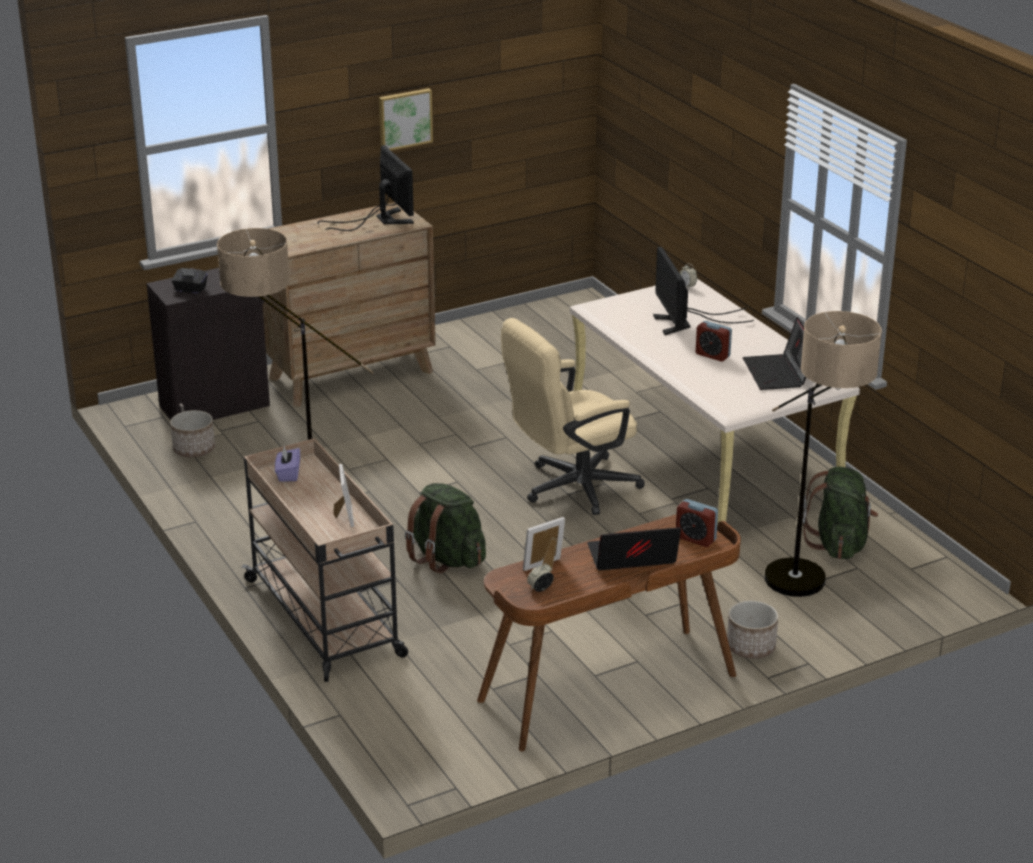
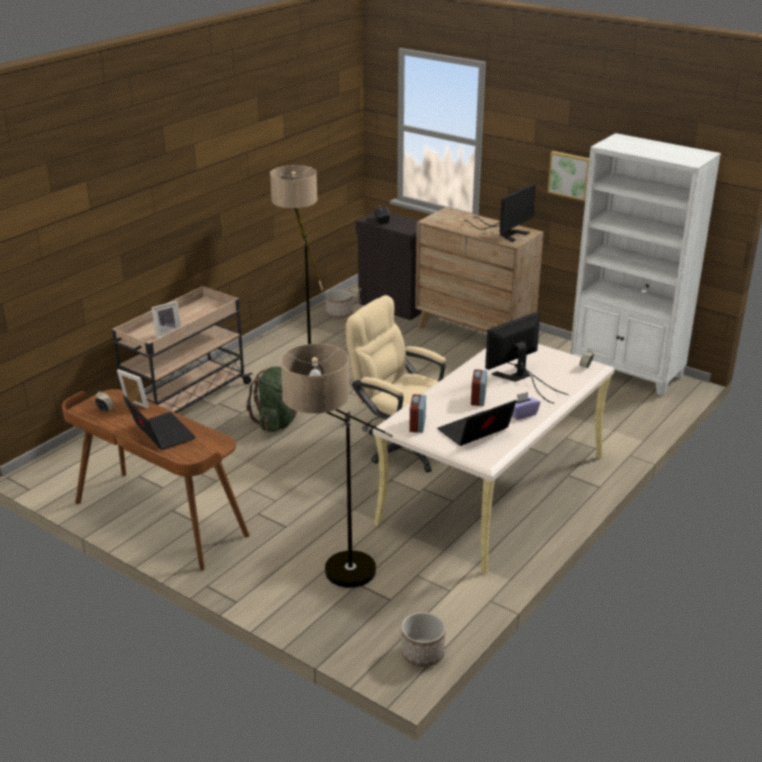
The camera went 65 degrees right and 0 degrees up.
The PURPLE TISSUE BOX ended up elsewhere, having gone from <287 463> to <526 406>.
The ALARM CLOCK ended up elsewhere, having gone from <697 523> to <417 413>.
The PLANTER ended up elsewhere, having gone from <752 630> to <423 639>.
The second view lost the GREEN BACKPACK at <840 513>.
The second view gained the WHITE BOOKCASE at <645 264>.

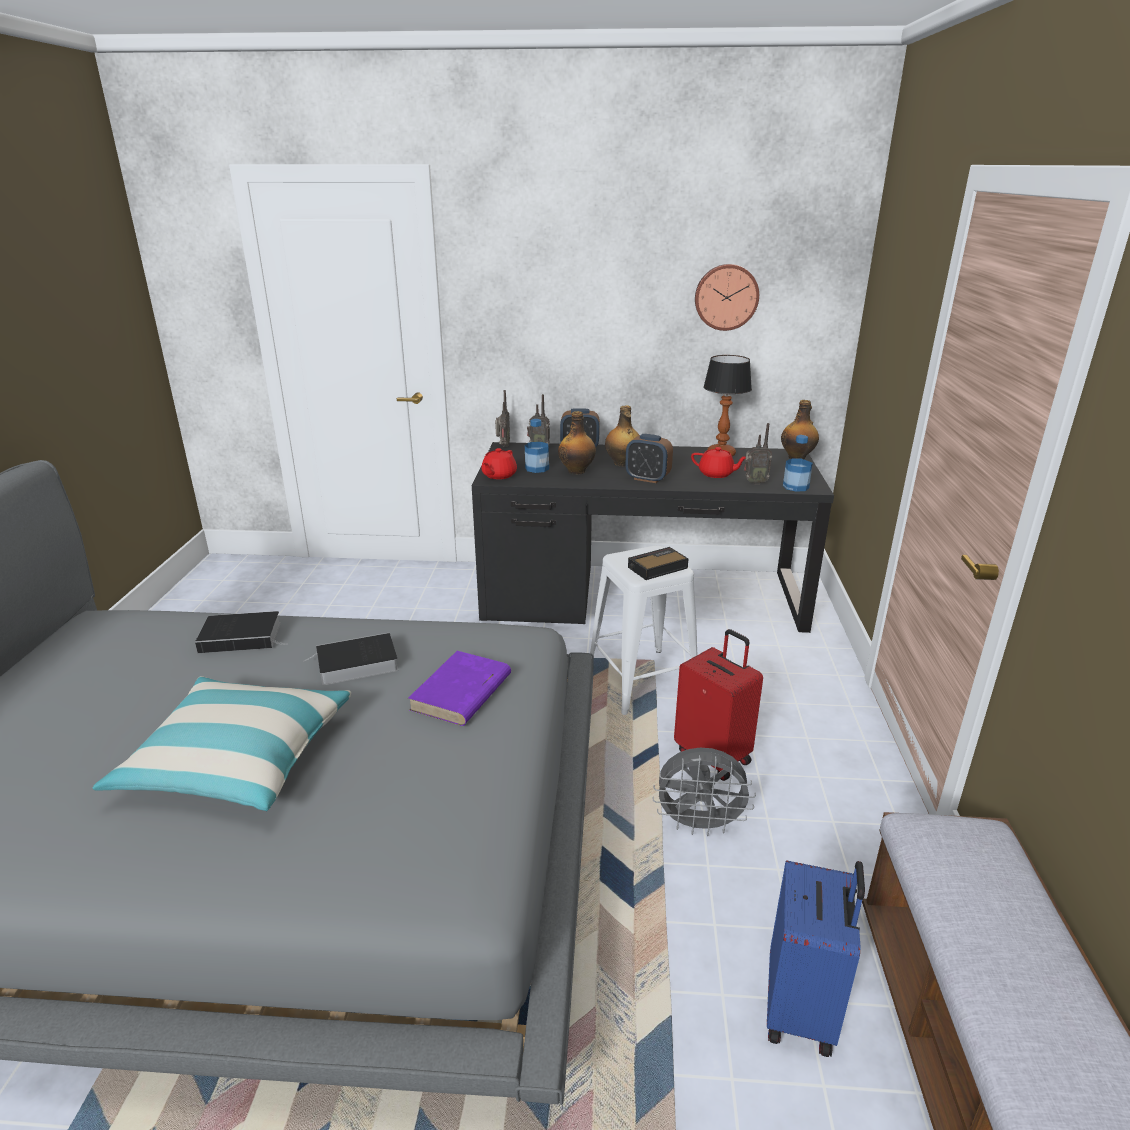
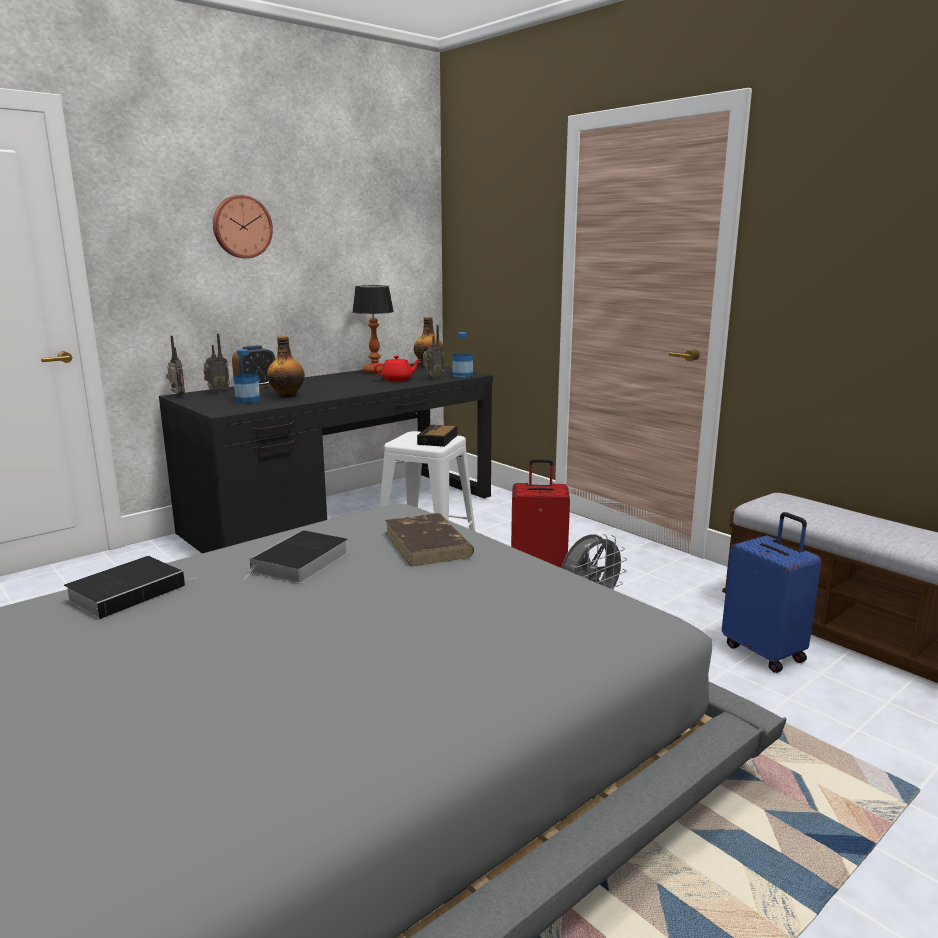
The camera went 45 degrees left and 10 degrees down.
The second view lost the PILLOW at <221 743>.
What was the PURPLE BOOK at <459 688> turned into the BROWN BOOK at <429 540>.
The second view lost the RED TEAPOT at <499 463>.
The second view lost the BOTTLE at <622 436>.
The second view lost the ALARM CLOCK at <649 458>.
The WALL CLOCK ended up elsewhere, having gone from <727 297> to <243 226>.

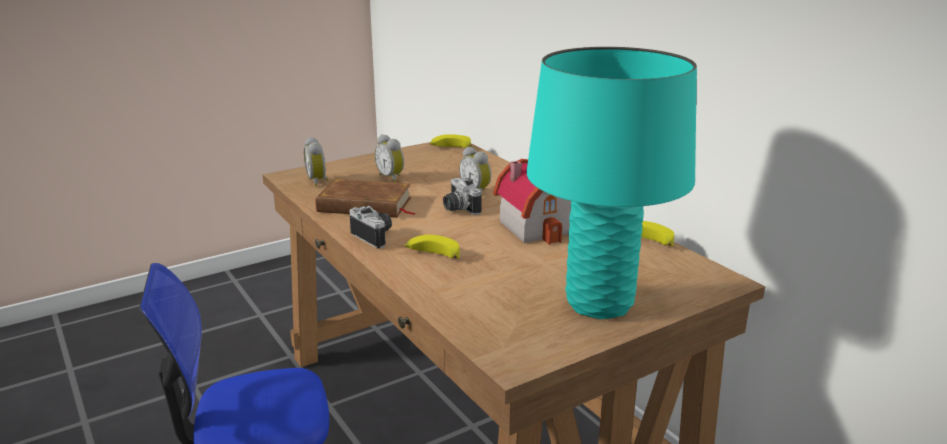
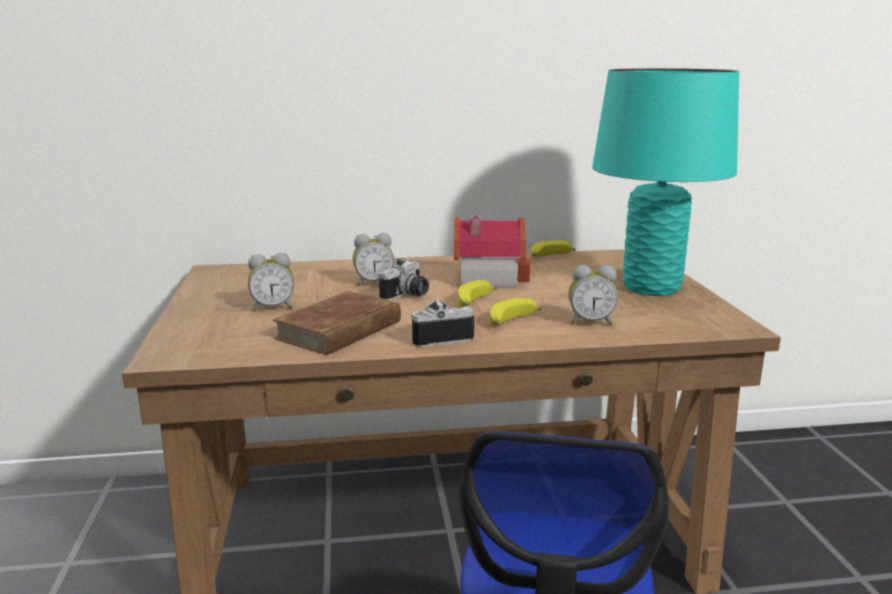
The camera went 65 degrees left and 5 degrees down.
The ALARM CLOCK ended up elsewhere, having gone from <316 162> to <593 295>.
The BANANA ended up elsewhere, having gone from <451 141> to <477 293>.
The PHOTO CAMERA at <462 196> ended up facing another way, 45 degrees counterclockwise from before.

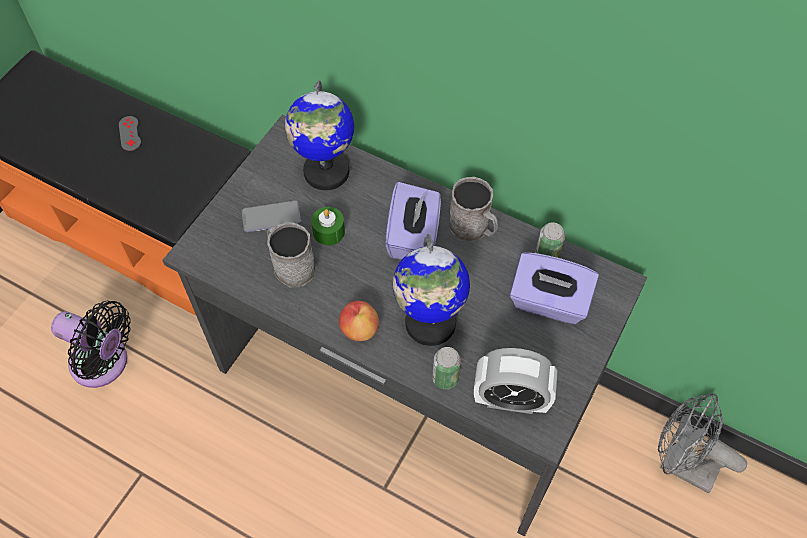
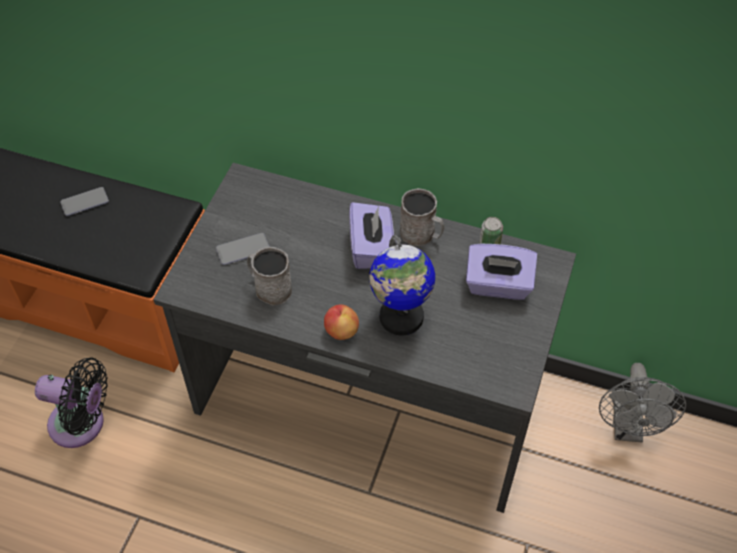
The camera went 10 degrees left and 5 degrees down.
Where the GREY GAME CONTROLLER stood at <130 133>, the PHONE came to stand at <84 201>.
The second view lost the GLOBE at <319 135>.
The second view lost the GREEN CANDLE at <328 226>.
The second view lost the CAN at <446 368>.
The second view lost the ALARM CLOCK at <515 381>.
The GREY FAN at <702 443> ended up facing another way, 105 degrees counterclockwise from before.

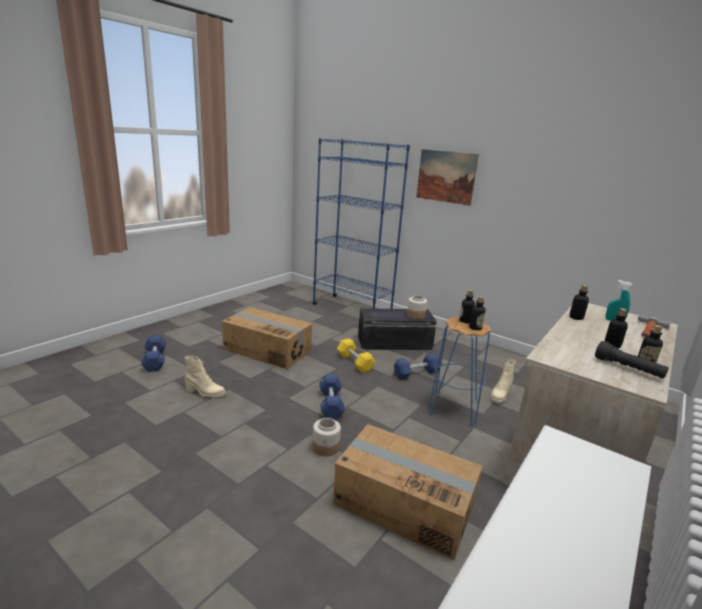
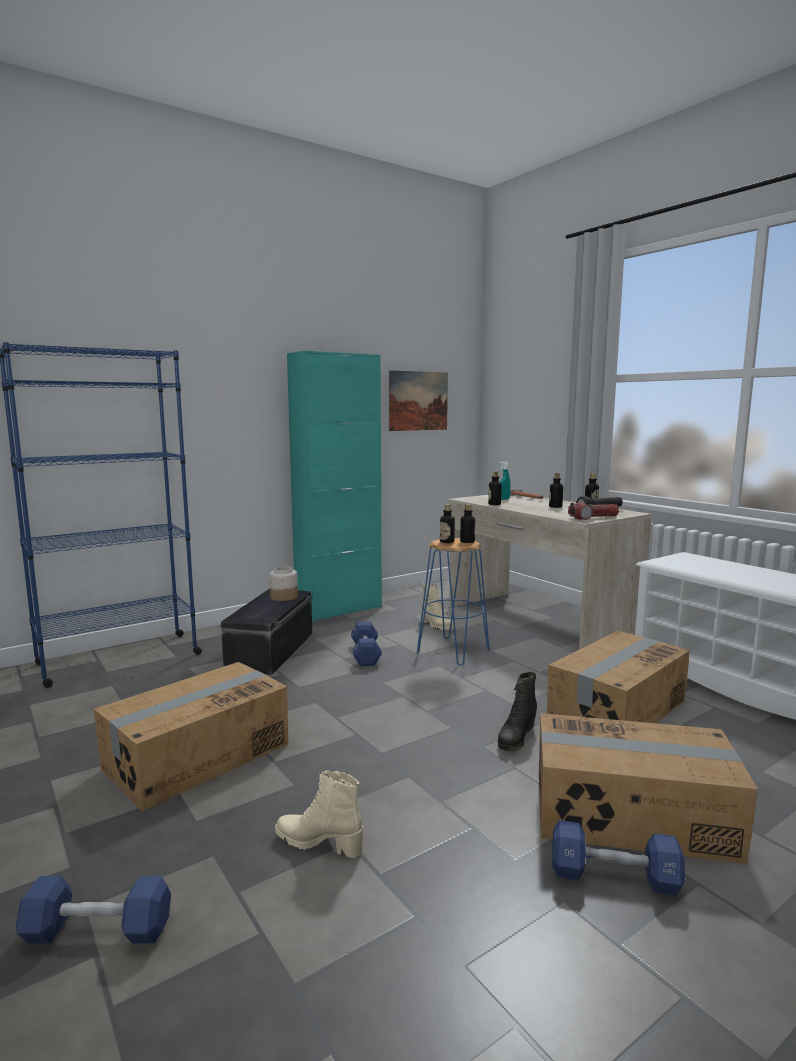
The camera went 70 degrees left and 10 degrees down.
The BEIGE BOOT at <205 376> ended up facing another way, 105 degrees counterclockwise from before.
Where the JAR stood at <326 437>, the BLACK BOOT came to stand at <517 711>.
The BLUE DUMBBELL ended up elsewhere, having gone from <332 397> to <618 858>.
The second view lost the YELLOW DUMBBELL at <356 355>.
The PICTURE ended up elsewhere, having gone from <447 177> to <418 400>.
The second view gained the TURQUOISE CABINET at <334 486>.
The second view gained the CARDBOARD BOX at <648 788>.
The second view gained the FLASHLIGHT at <593 511>.

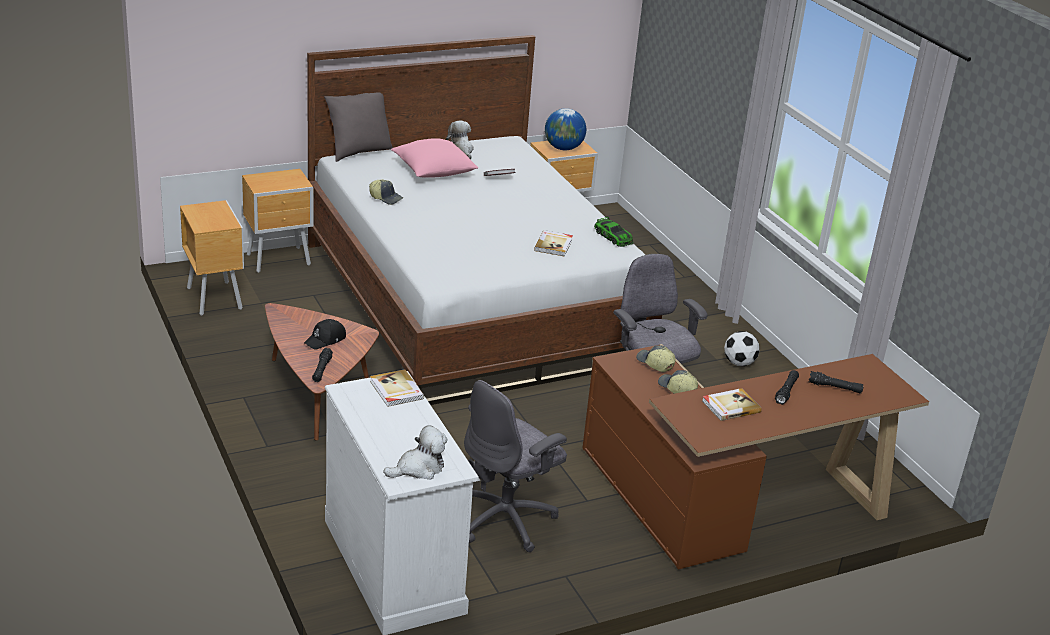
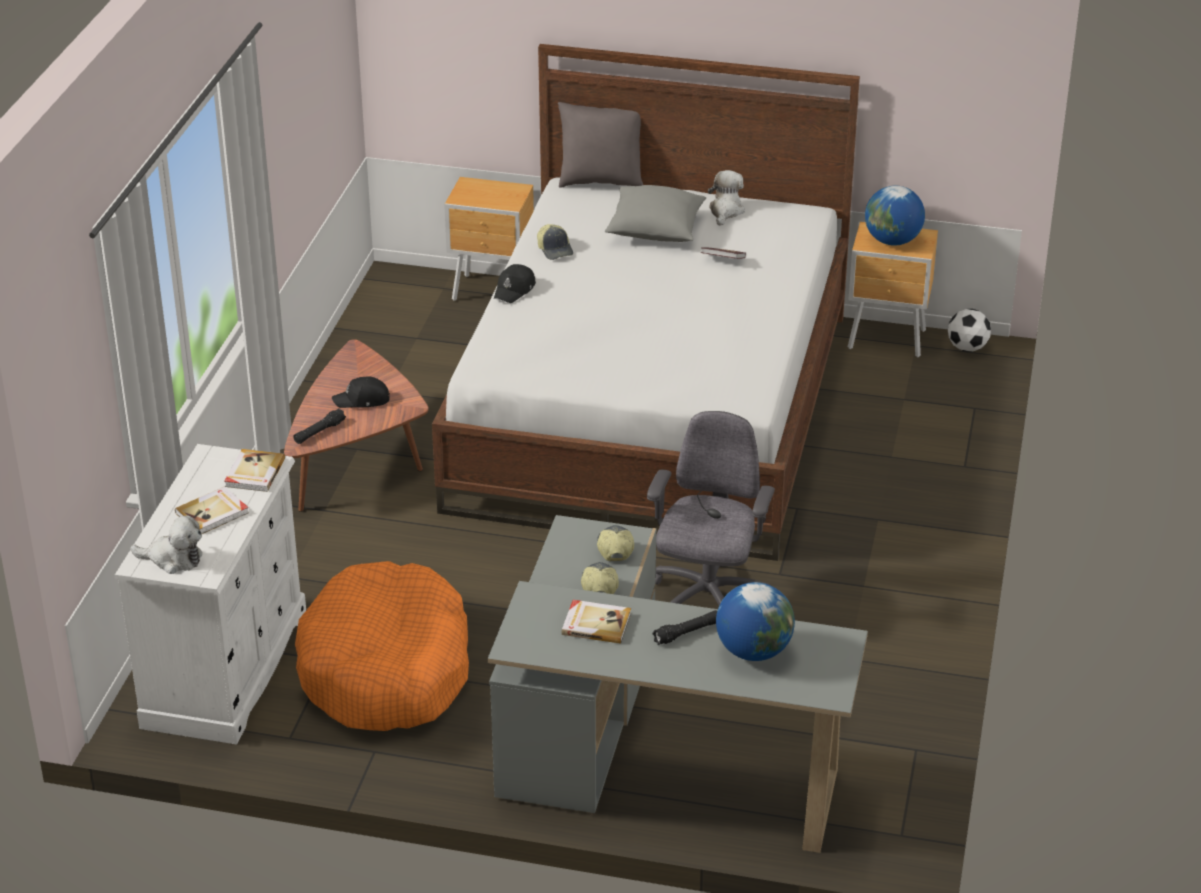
The camera went 40 degrees right and 5 degrees up.
The second view lost the BROWN NIGHTSTAND at <212 258>.
What was the PINK PILLOW at <434 158> turned into the GREY PILLOW at <655 213>.
Where the GREY OFFICE CHAIR stood at <515 466>, the ORANGE DOG BED came to stand at <382 646>.
The BOOK ended up elsewhere, having gone from <553 243> to <212 510>.
What was the BROWN DESK at <755 457> turned into the GREY DESK at <678 684>.
The second view lost the TOY CAR at <614 232>.
The FOOTBALL ended up elsewhere, having gone from <742 348> to <969 330>.
Where the BLACK FLASHLIGHT stood at <835 382>, the GLOBE came to stand at <755 621>.
The second view gained the BLACK CAP at <515 283>.

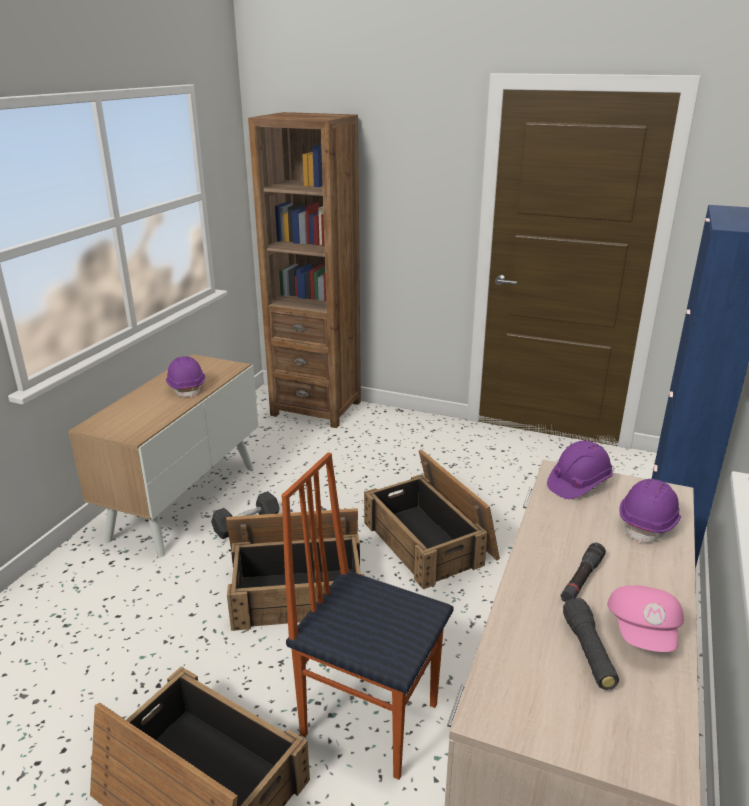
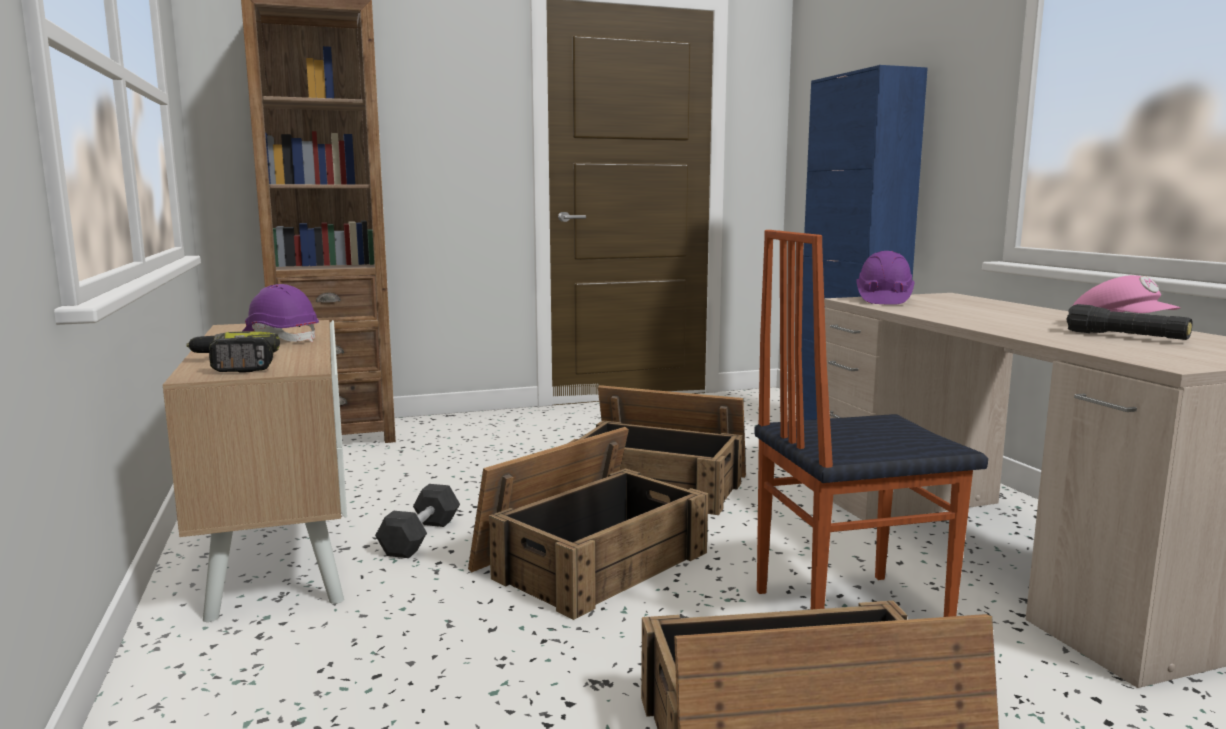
The camera went 40 degrees left and 15 degrees down.
The second view lost the BLACK FLASHLIGHT at <583 573>.
The second view lost the PURPLE HARD HAT at <650 511>.
The second view gained the POWER DRILL at <233 351>.

